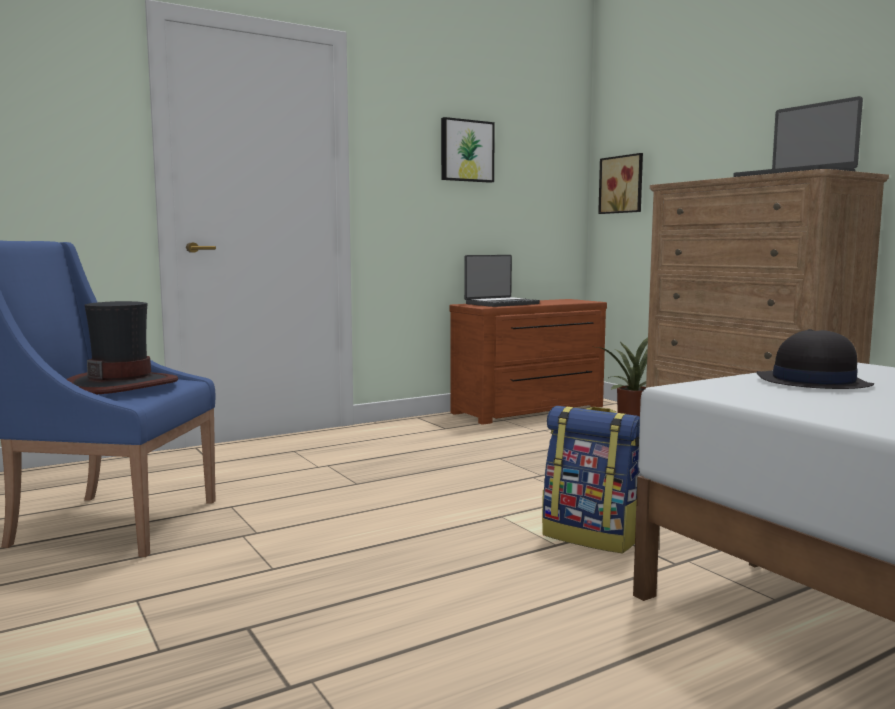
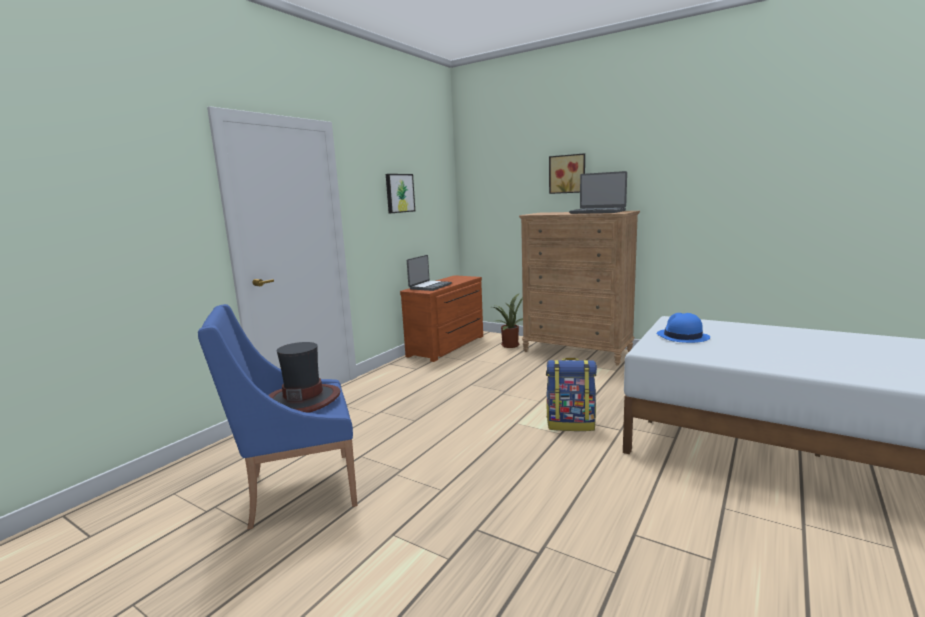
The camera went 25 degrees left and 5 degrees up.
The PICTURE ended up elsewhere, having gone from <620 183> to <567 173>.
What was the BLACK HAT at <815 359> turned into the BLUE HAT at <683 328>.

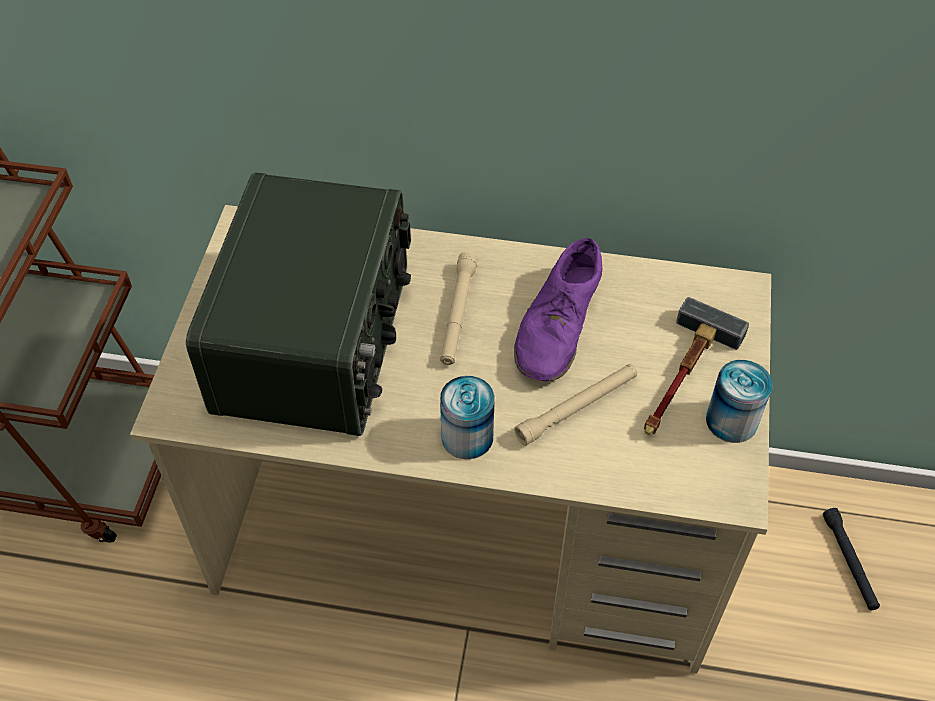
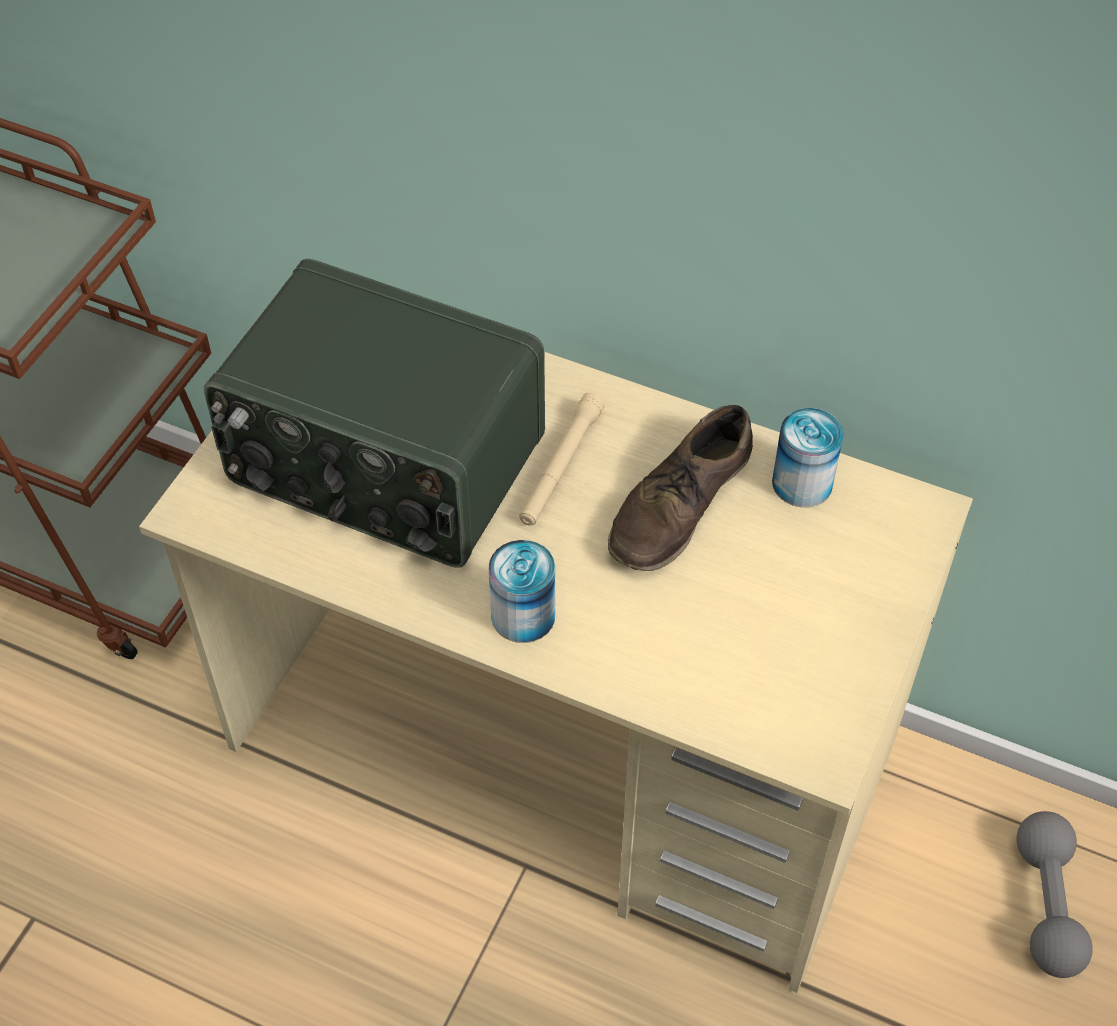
The camera went 15 degrees right and 0 degrees up.
The RADIO at <298 304> ended up facing another way, 90 degrees clockwise from before.
What was the PURPLE SHOE at <558 309> turned into the BROWN SHOE at <680 488>.
The second view lost the BEIGE FLASHLIGHT at <575 405>.
The second view lost the HAMMER at <696 366>.
The CAN ended up elsewhere, having gone from <739 401> to <808 457>.
Where the BLACK FLASHLIGHT stood at <851 559>, the GREY DUMBBELL came to stand at <1054 894>.

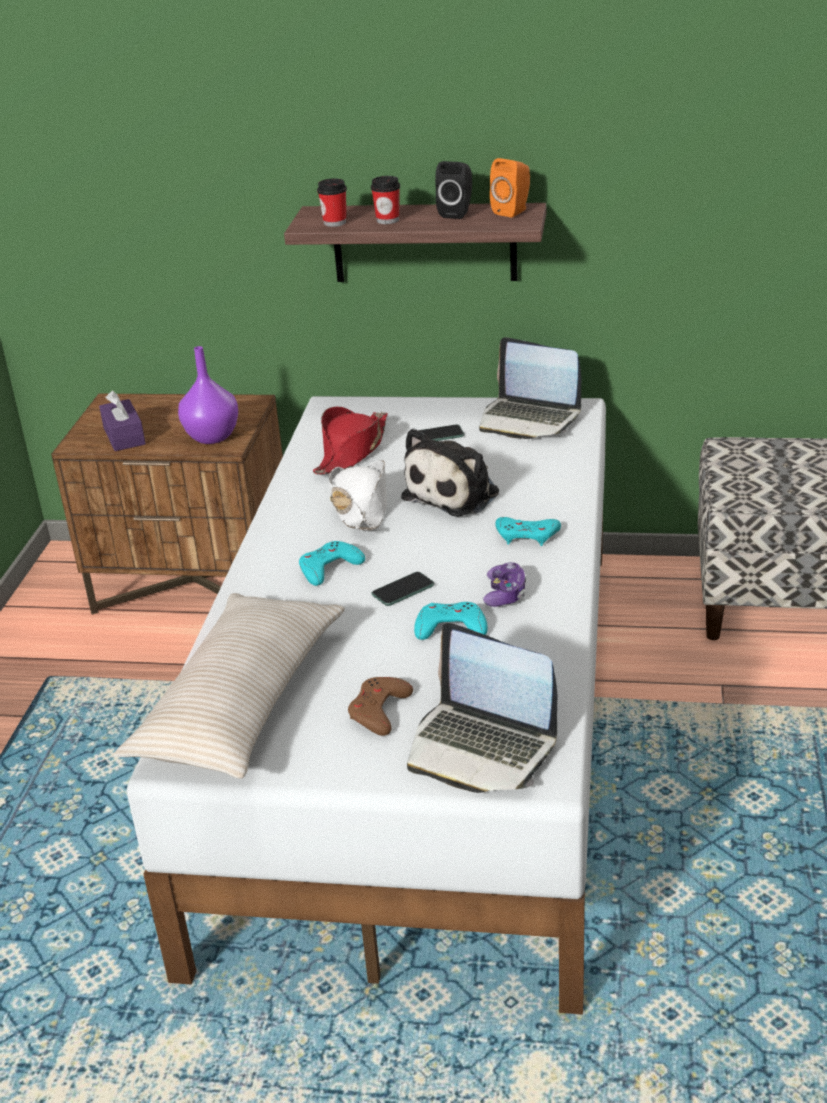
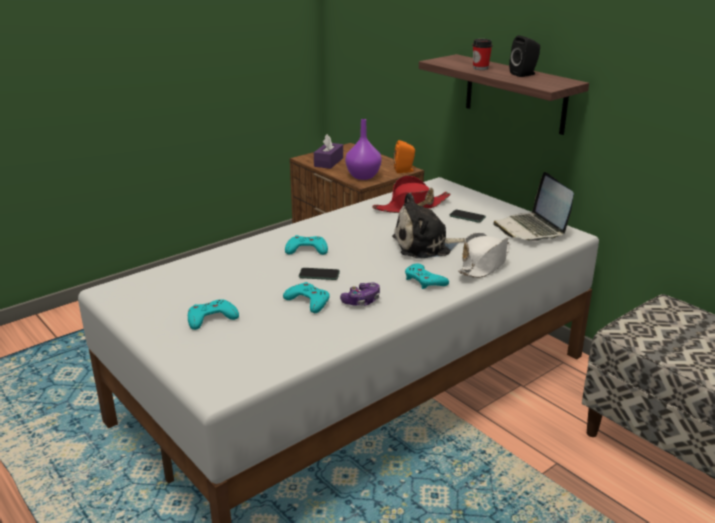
The camera went 40 degrees right and 5 degrees down.
The second view lost the BEIGE PILLOW at <229 686>.
The second view lost the CUP at <332 203>.
The WHITE HAT ended up elsewhere, having gone from <358 495> to <484 255>.
What was the BROWN GAME CONTROLLER at <380 706> turned into the TURQUOISE GAME CONTROLLER at <213 314>.
The second view lost the LAPTOP at <482 708>.
The ORANGE SPEAKER ended up elsewhere, having gone from <510 188> to <404 156>.

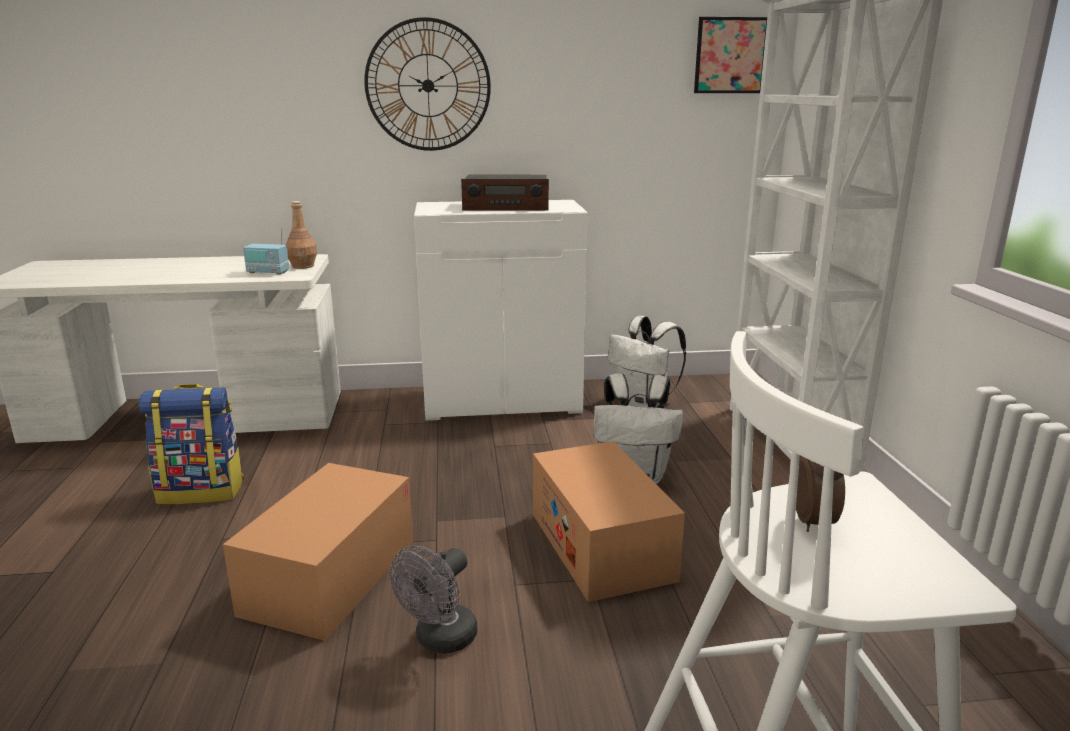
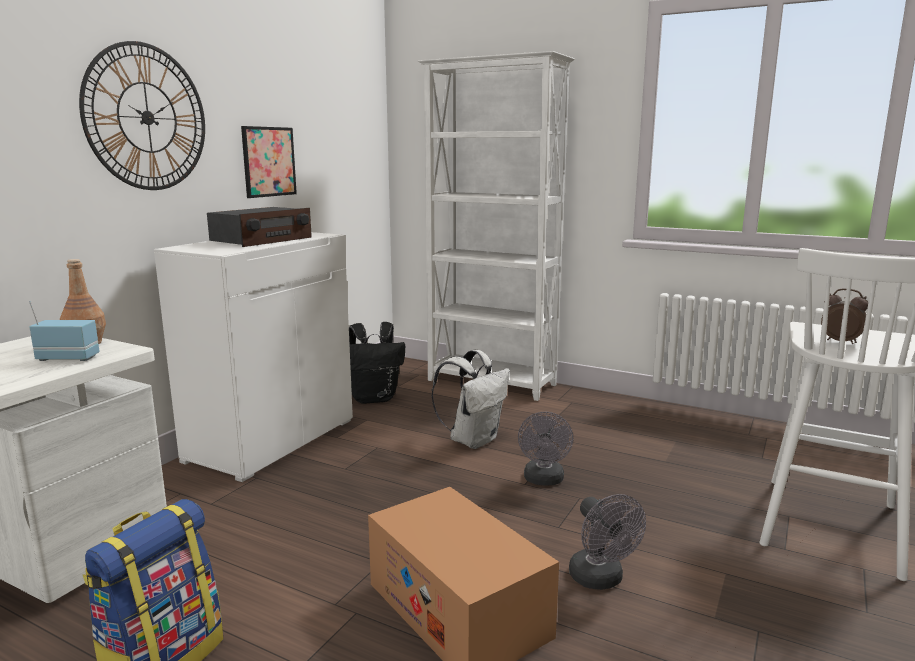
The camera went 55 degrees left and 5 degrees down.
The RADIO at <266 251> ended up facing another way, 135 degrees counterclockwise from before.
Where the CARDBOARD BOX stood at <609 521>, the GREY FAN came to stand at <545 448>.
What was the WHITE BACKPACK at <647 361> turned into the BLACK BACKPACK at <377 363>.
The PICTURE ended up elsewhere, having gone from <730 55> to <269 162>.

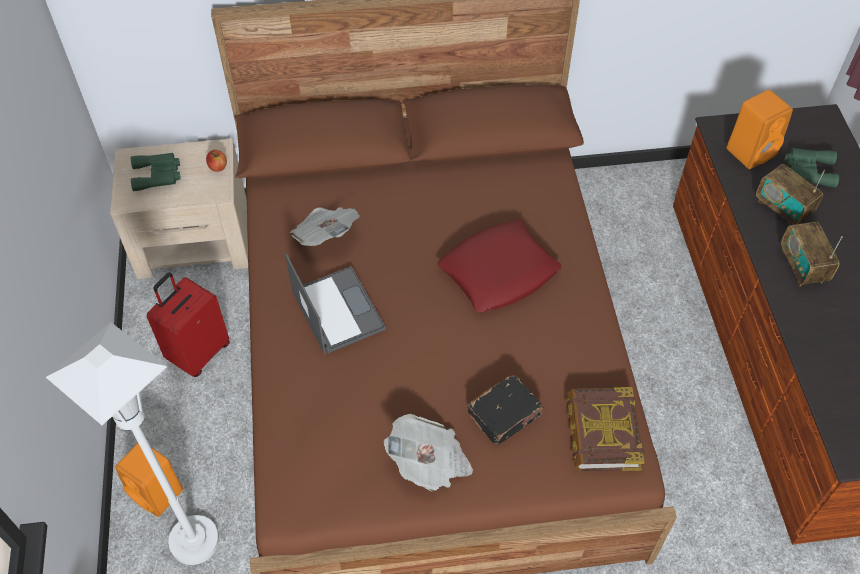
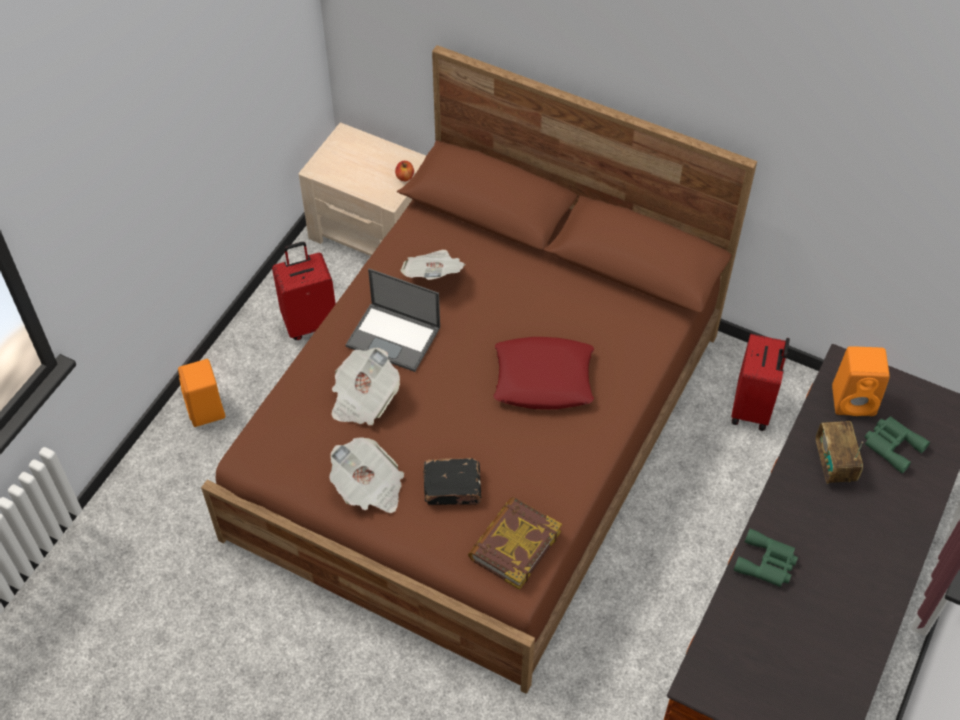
The camera went 35 degrees right and 0 degrees up.
The second view lost the WHITE FLOOR LAMP at <132 443>.
The GREEN BINOCULARS ended up elsewhere, having gone from <156 172> to <765 558>.
The LAPTOP at <335 304> ended up facing another way, 105 degrees clockwise from before.
The second view lost the RADIO at <812 254>.
The second view gained the NEWSPAPER at <365 386>.
The second view gained the RED SUITCASE at <760 382>.

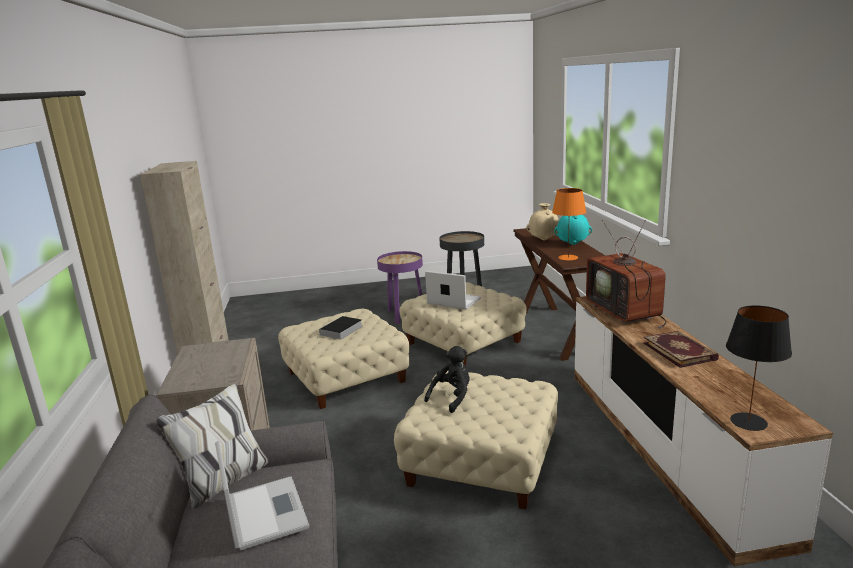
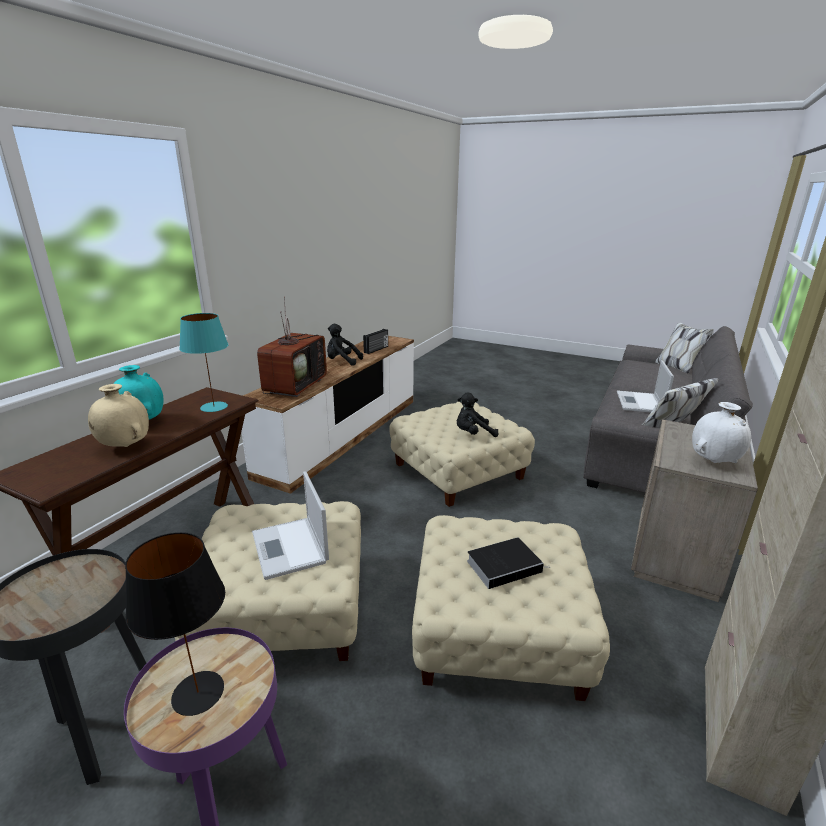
The camera went 145 degrees left and 5 degrees up.
What was the ORANGE TABLE LAMP at <569 224> turned into the TURQUOISE TABLE LAMP at <204 362>.
Where the BOOK stood at <681 349>, the BLACK PLUSH TOY came to stand at <345 345>.
The BLACK TABLE LAMP ended up elsewhere, having gone from <759 368> to <175 624>.
The second view gained the RADIO at <375 341>.
The second view gained the WHITE VASE at <721 432>.

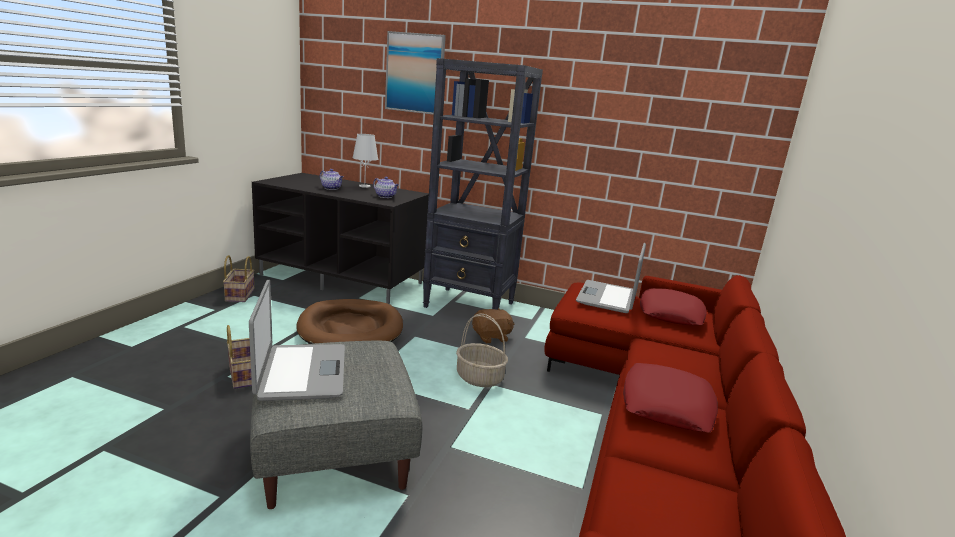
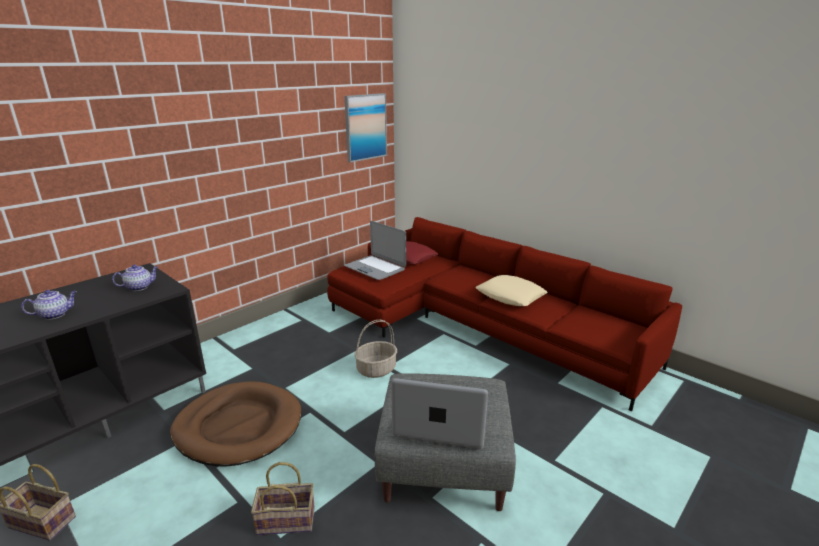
The camera went 65 degrees left and 5 degrees up.
The second view lost the WHITE TABLE LAMP at <365 161>.
The PICTURE ended up elsewhere, having gone from <415 73> to <365 128>.
The second view lost the BLACK BOOKCASE at <483 184>.
The second view lost the BROWN PLUSH TOY at <493 325>.
What was the RED PILLOW at <670 398> turned into the BEIGE PILLOW at <511 290>.

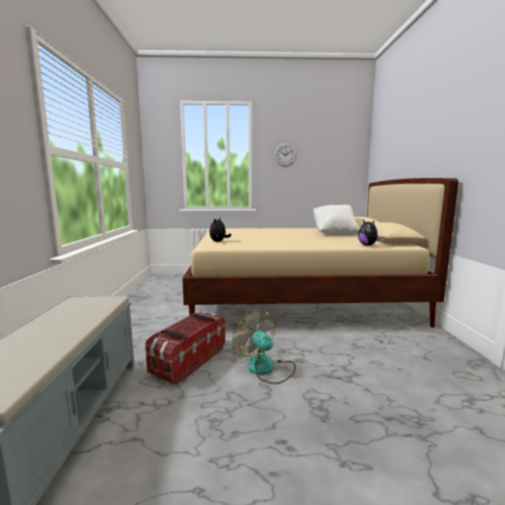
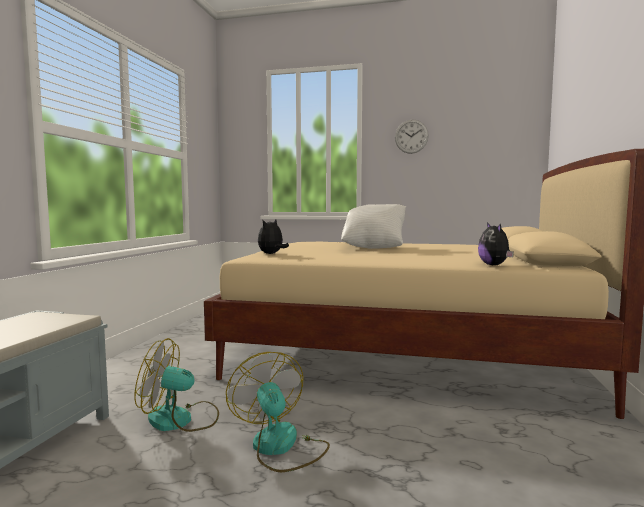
The camera went 15 degrees right and 5 degrees down.
Where the STORAGE BOX stood at <185 348>, the FAN came to stand at <177 385>.
The WHITE PILLOW ended up elsewhere, having gone from <336 220> to <373 226>.

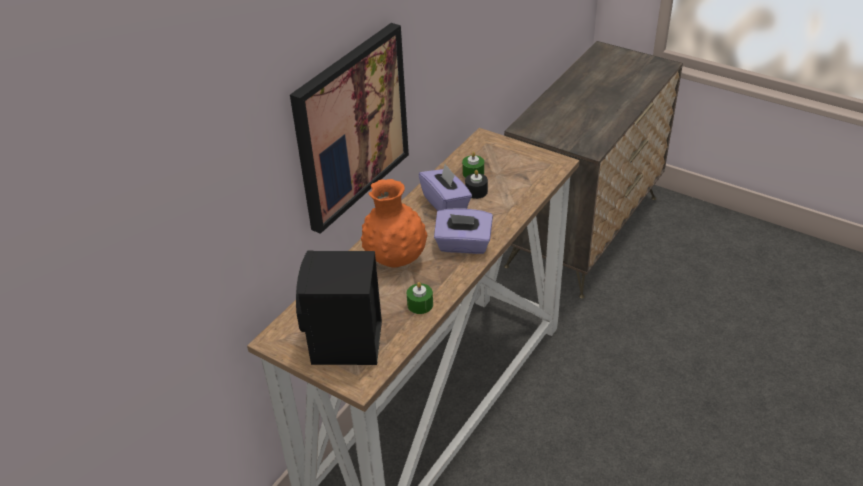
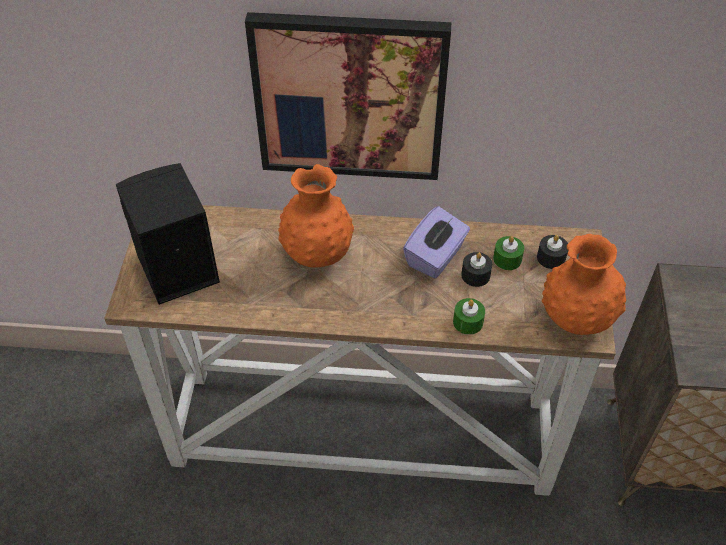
The camera went 60 degrees right and 10 degrees up.
The GREEN CANDLE ended up elsewhere, having gone from <420 298> to <469 316>.
The second view lost the PURPLE TISSUE BOX at <463 231>.
The second view gained the BLACK CANDLE at <552 252>.
The second view gained the ORANGE VASE at <584 284>.

